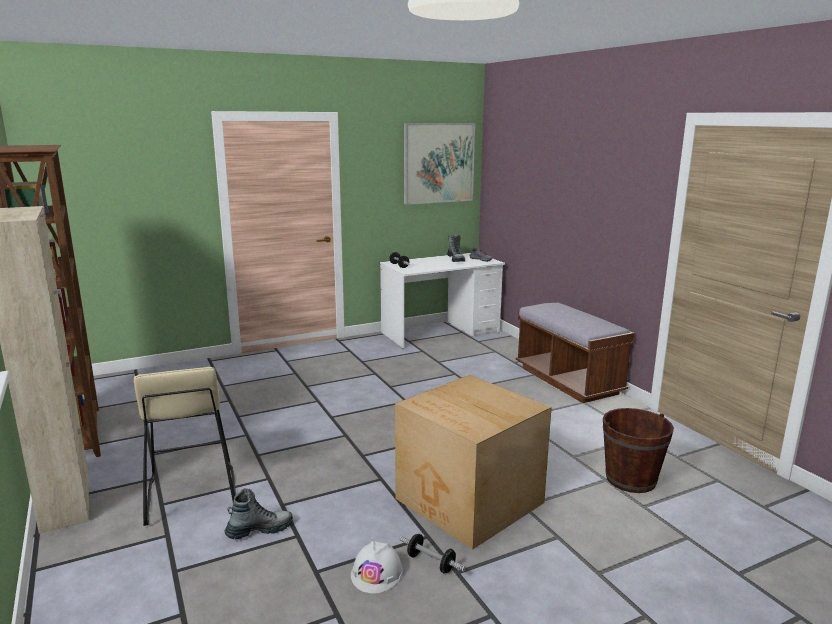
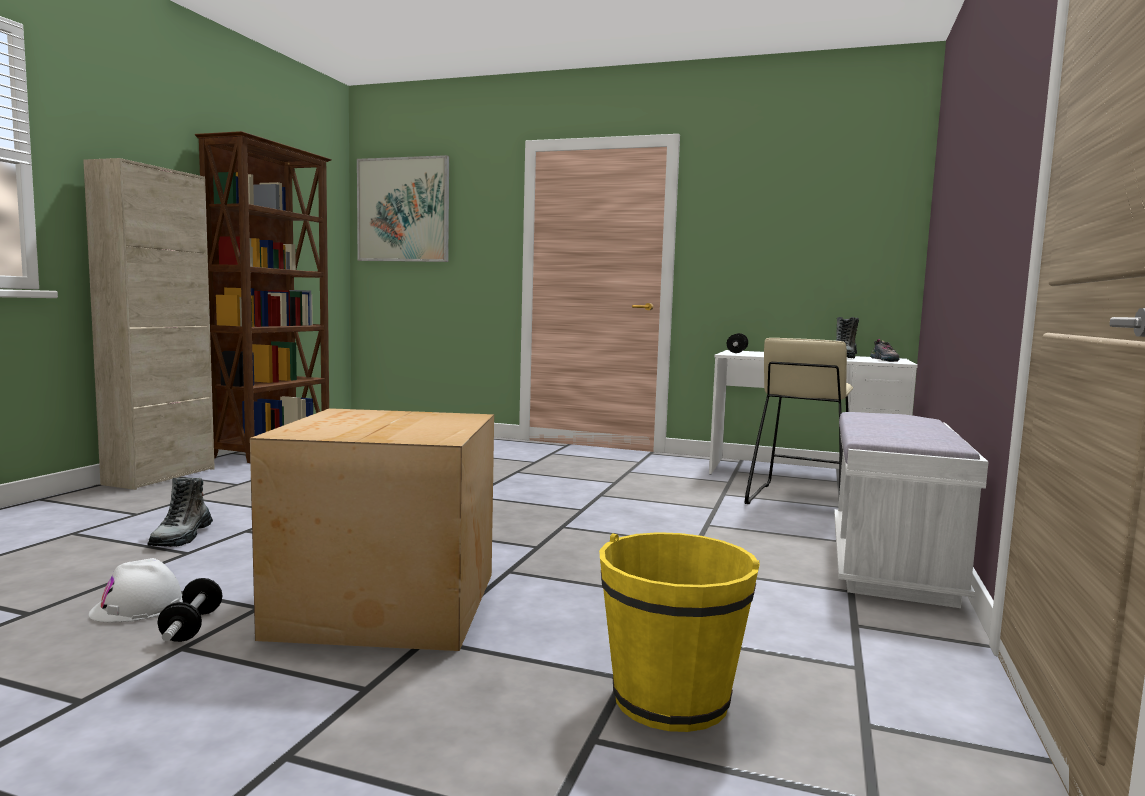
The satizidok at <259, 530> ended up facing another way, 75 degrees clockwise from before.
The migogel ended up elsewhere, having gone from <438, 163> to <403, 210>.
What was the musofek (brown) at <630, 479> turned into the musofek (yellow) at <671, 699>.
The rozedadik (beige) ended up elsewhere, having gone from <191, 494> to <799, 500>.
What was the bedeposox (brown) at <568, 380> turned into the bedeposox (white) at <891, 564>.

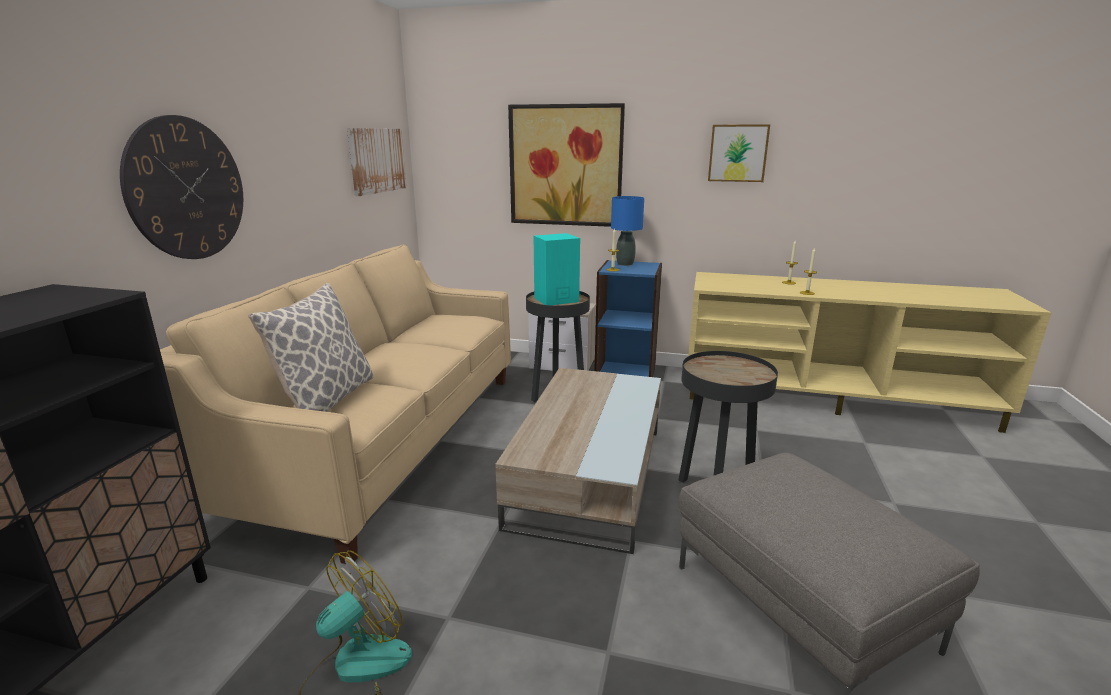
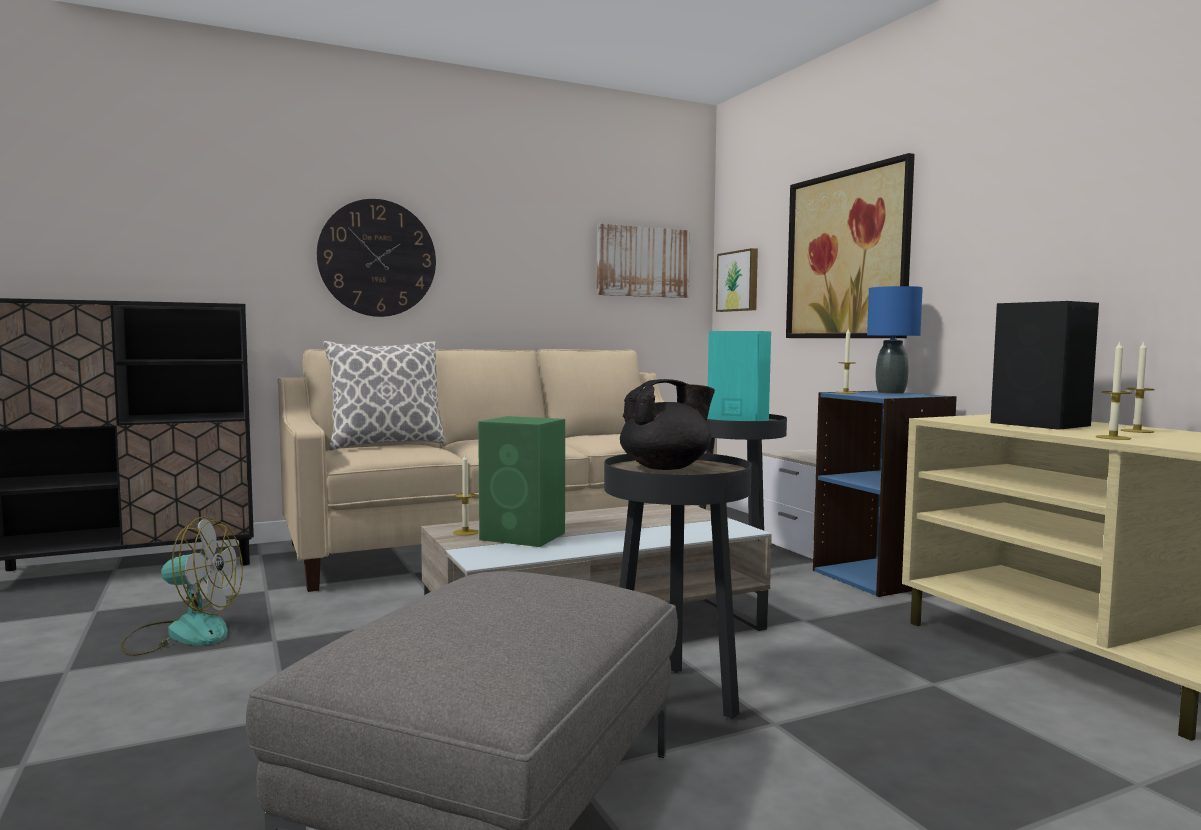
The second view gained the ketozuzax at <465, 532>.
The second view gained the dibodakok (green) at <524, 536>.
The second view gained the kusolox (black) at <666, 468>.
The migogel ended up elsewhere, having gone from <738, 153> to <739, 281>.
The second view gained the dibodakok (black) at <1042, 424>.

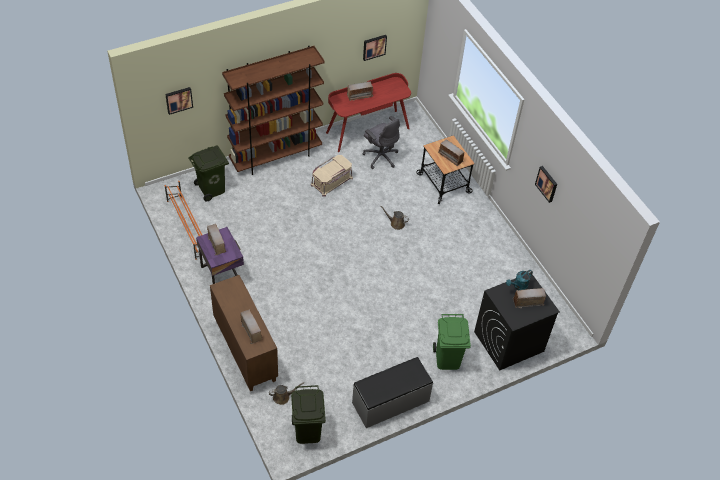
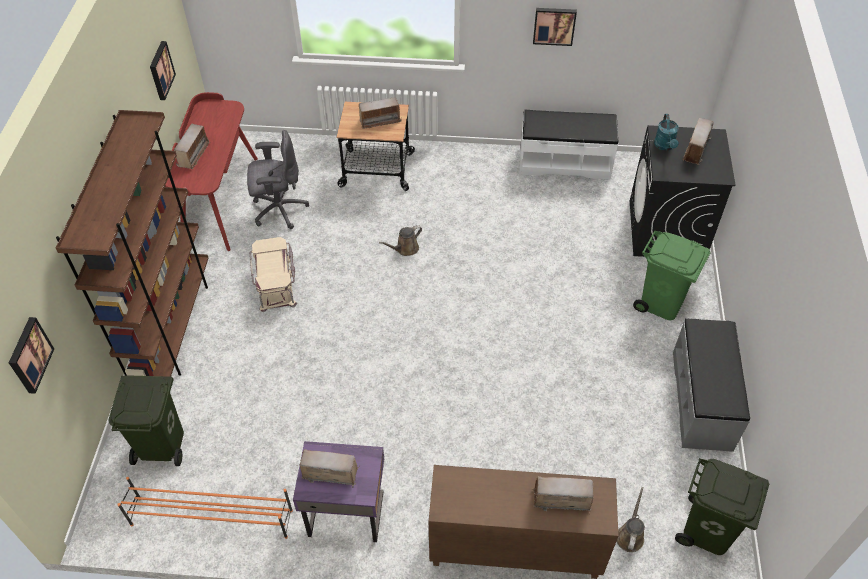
The second view gained the bedeposox (white) at <564, 162>.

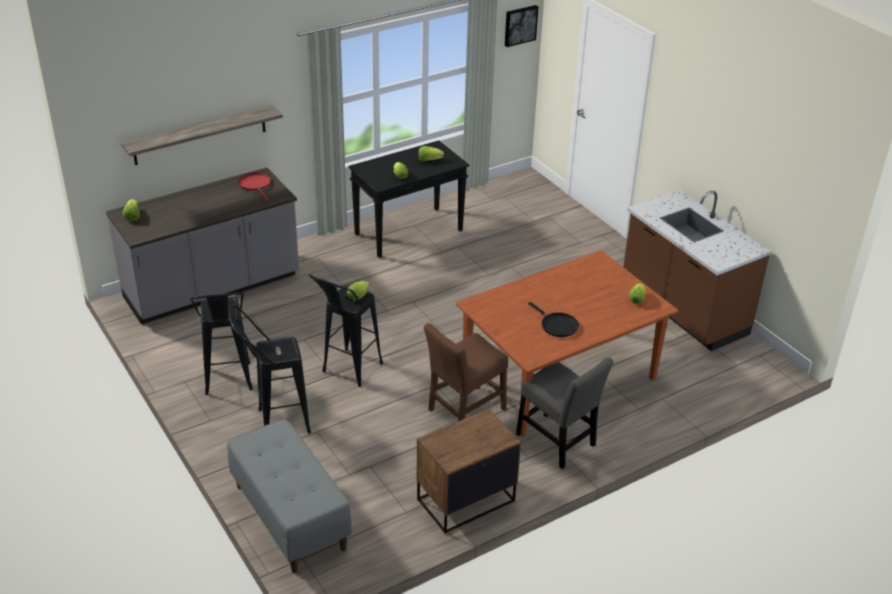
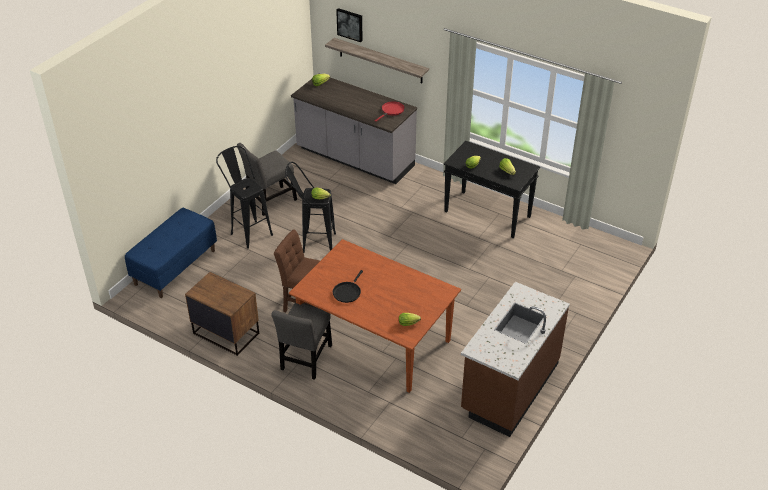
What was the bedeposox (grey) at <289, 516> turned into the bedeposox (blue) at <175, 267>.
Where the rozedadik (black) stood at <228, 385>, the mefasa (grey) came to stand at <270, 201>.
The migogel ended up elsewhere, having gone from <520, 25> to <350, 24>.

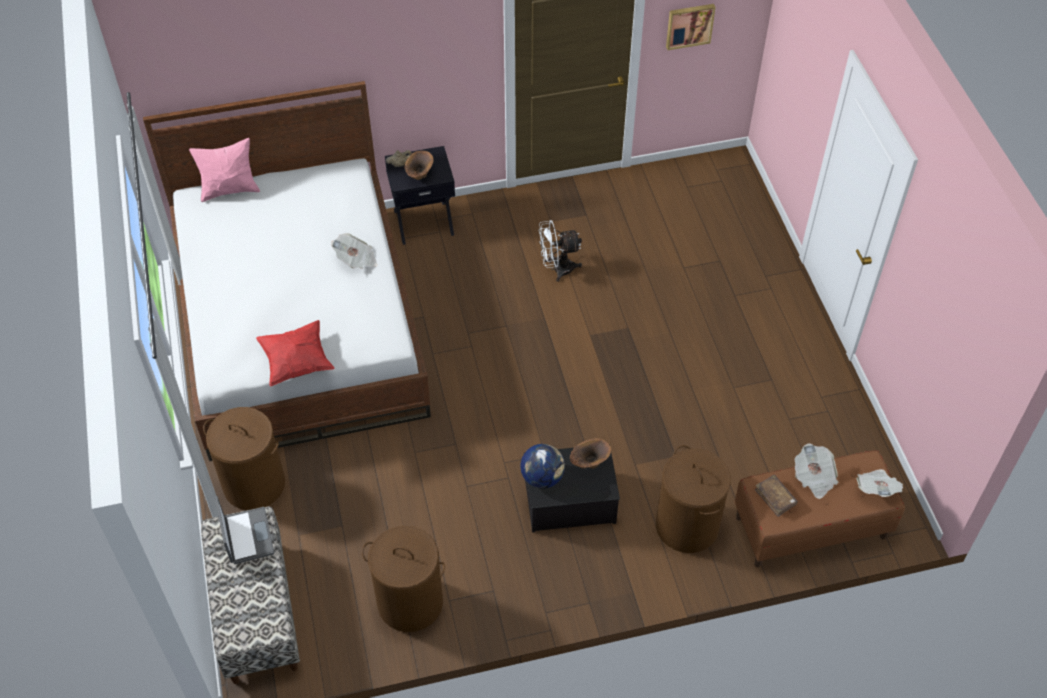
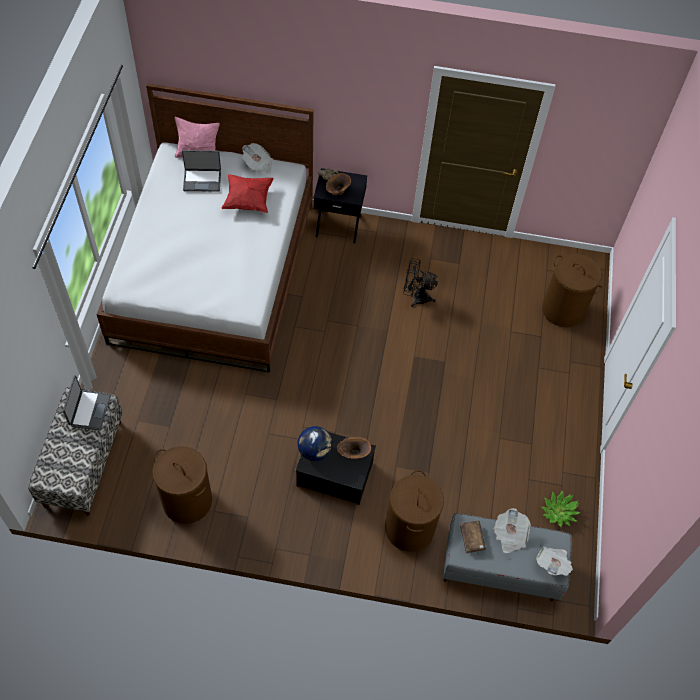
The second view gained the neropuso at <202, 180>.
The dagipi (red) ended up elsewhere, having gone from <297, 362> to <248, 200>.
The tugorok ended up elsewhere, having gone from <356, 260> to <258, 164>.
What was the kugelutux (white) at <557, 269> turned into the kugelutux (black) at <416, 297>.
What was the bedeposox (brown) at <810, 528> turned into the bedeposox (grey) at <500, 568>.
The second view gained the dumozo at <558, 512>.
The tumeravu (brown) ended up elsewhere, having gone from <254, 484> to <563, 309>.
The second view lost the migogel at <689, 25>.

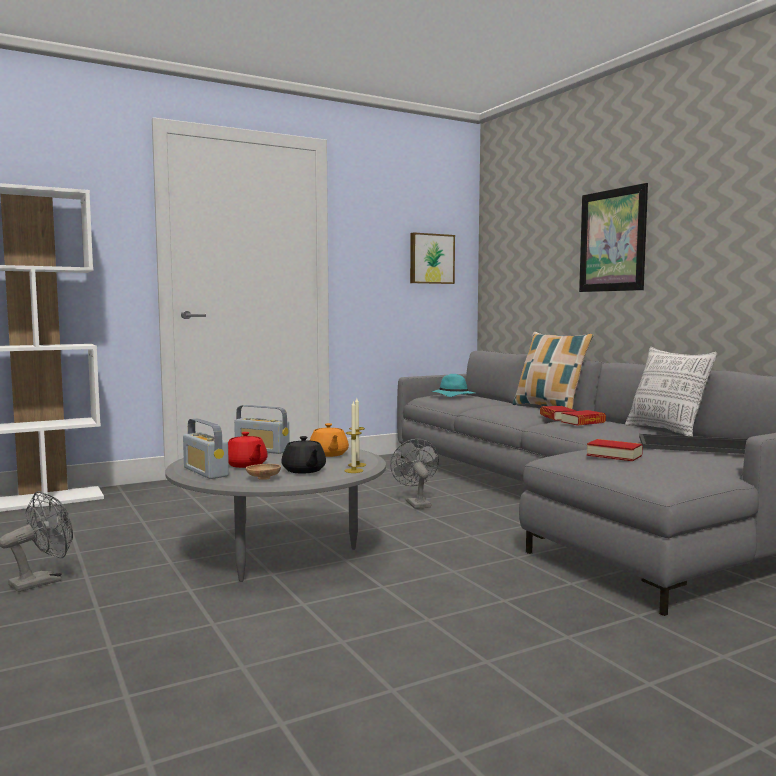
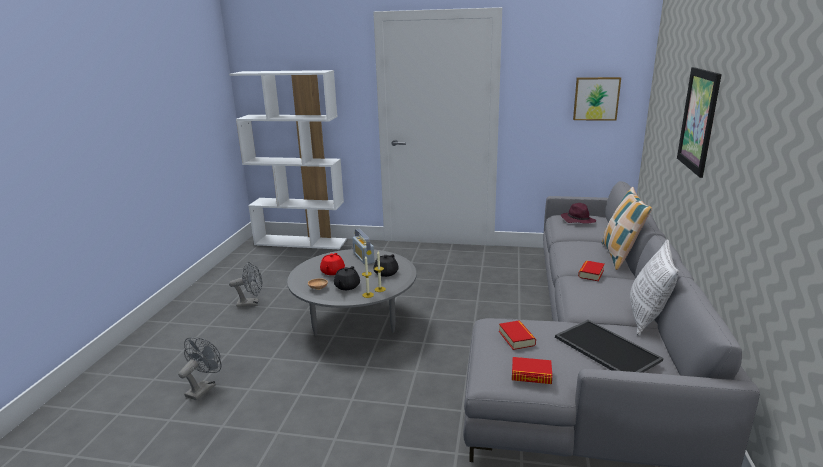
The kugelutux (grey) ended up elsewhere, having gone from <416, 503> to <204, 388>.
What was the kusolox (orange) at <328, 454> turned into the kusolox (black) at <385, 273>.
The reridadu ended up elsewhere, having gone from <583, 422> to <531, 375>.
What was the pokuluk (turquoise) at <452, 396> turned into the pokuluk (purple) at <577, 220>.
The second view lost the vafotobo at <205, 472>.

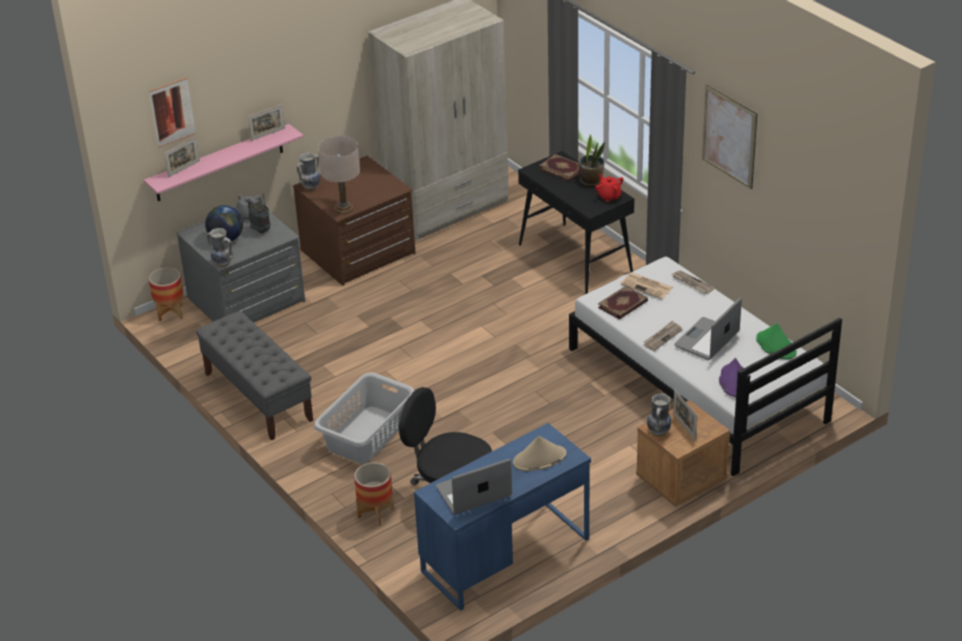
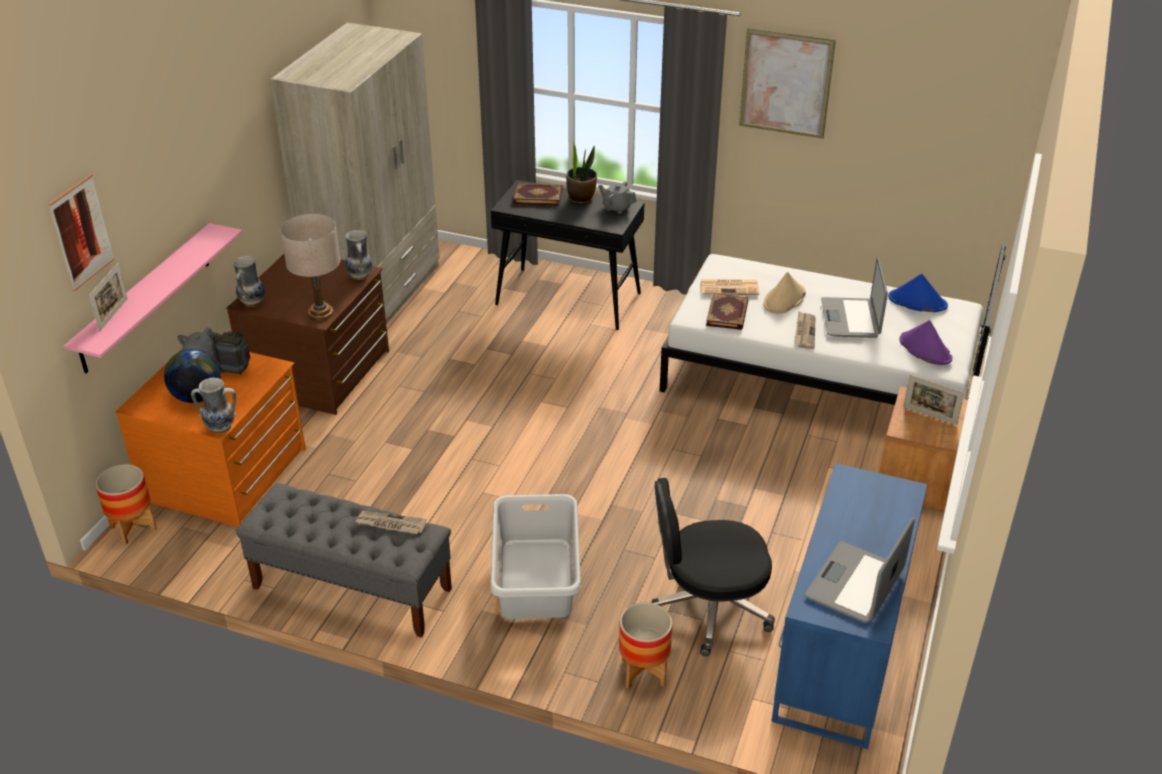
What was the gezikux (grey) at <247, 300> turned into the gezikux (orange) at <227, 475>.
The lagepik ended up elsewhere, having gone from <659, 431> to <360, 275>.
The tugorok ended up elsewhere, having gone from <692, 283> to <390, 524>.
What was the kusolox (red) at <609, 196> turned into the kusolox (grey) at <617, 207>.
The pokuluk (beige) ended up elsewhere, having gone from <539, 459> to <784, 299>.
What was the pokuluk (green) at <775, 346> turned into the pokuluk (blue) at <917, 301>.
The second view lost the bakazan at <267, 134>.

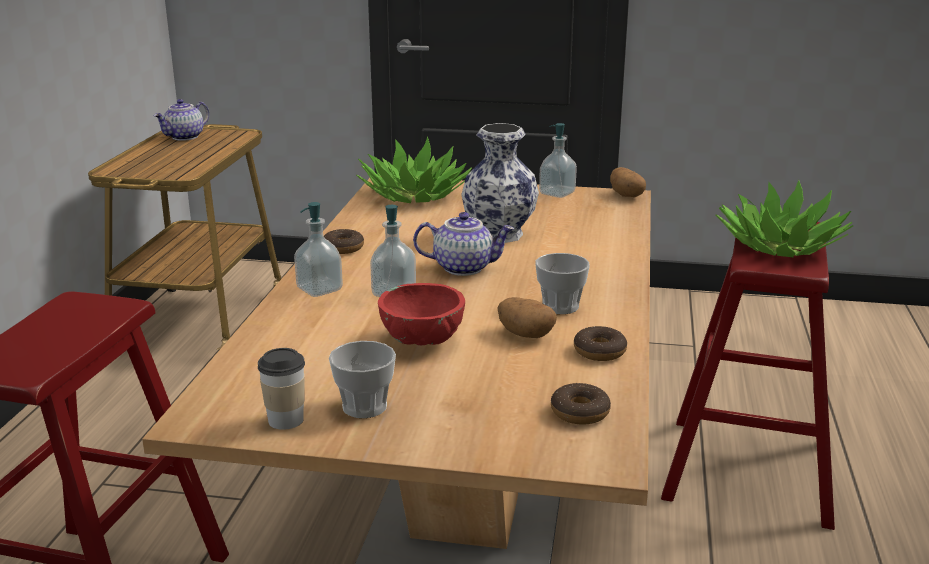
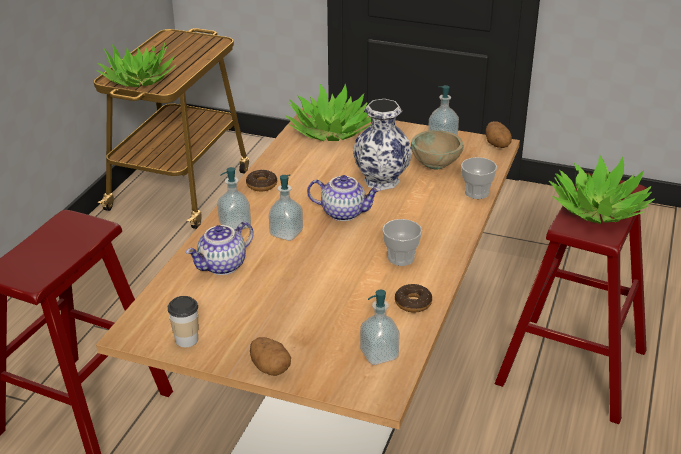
The second view gained the dumozo at <138, 79>.
The kusolox ended up elsewhere, having gone from <185, 137> to <223, 266>.
The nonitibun ended up elsewhere, having gone from <525, 334> to <270, 367>.
Where the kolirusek stood at <580, 412>, the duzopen came to stand at <379, 354>.
The second view gained the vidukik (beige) at <436, 165>.
The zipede ended up elsewhere, having gone from <364, 407> to <476, 193>.
The second view lost the vidukik (red) at <423, 341>.

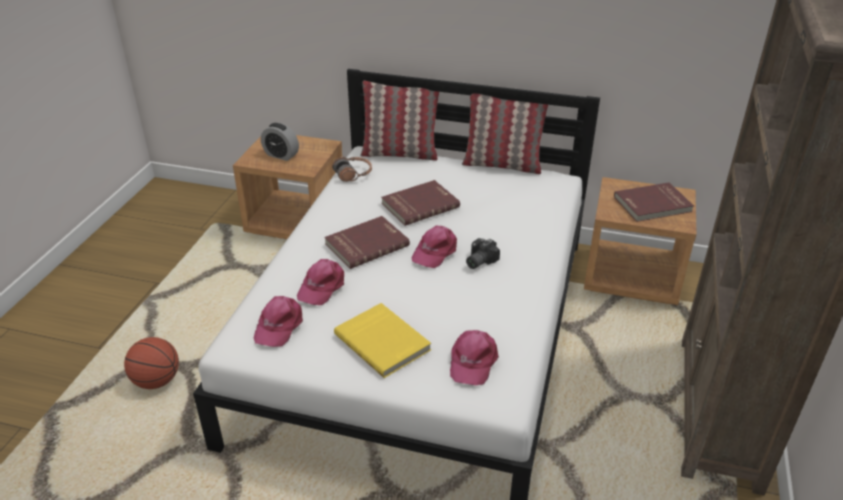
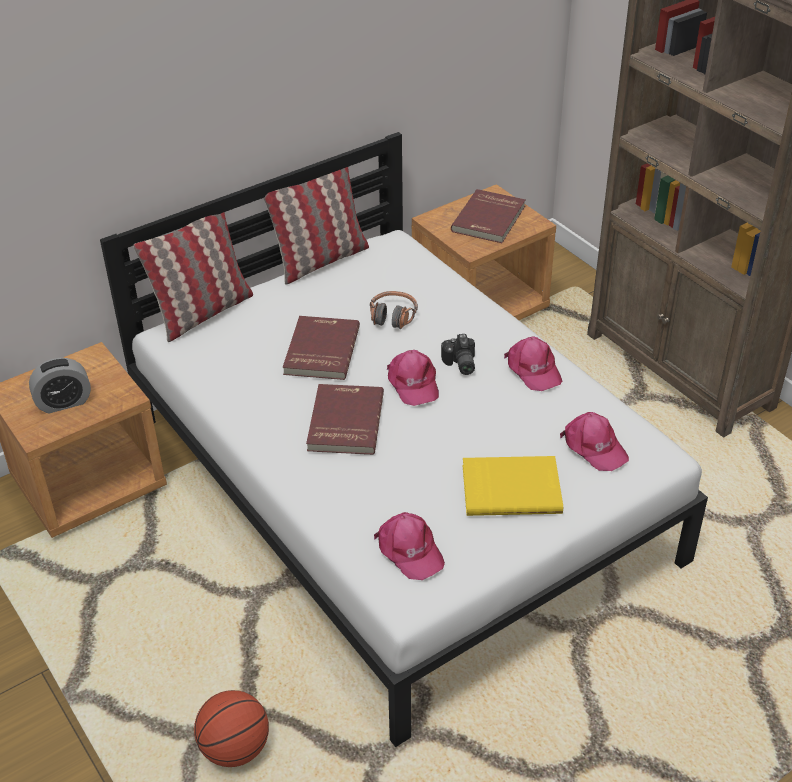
The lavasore ended up elsewhere, having gone from <353, 174> to <393, 316>.
The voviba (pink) ended up elsewhere, having gone from <321, 287> to <533, 369>.

